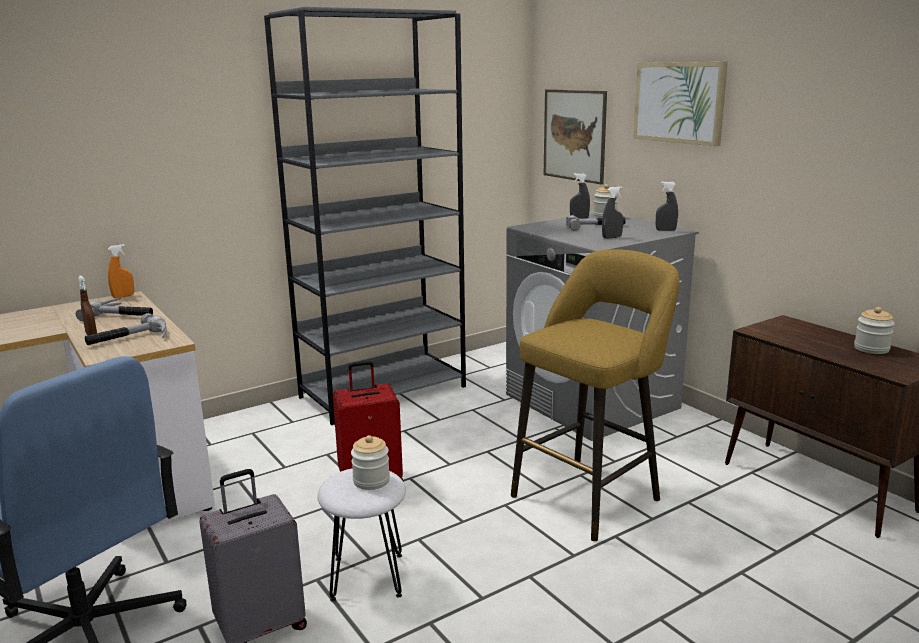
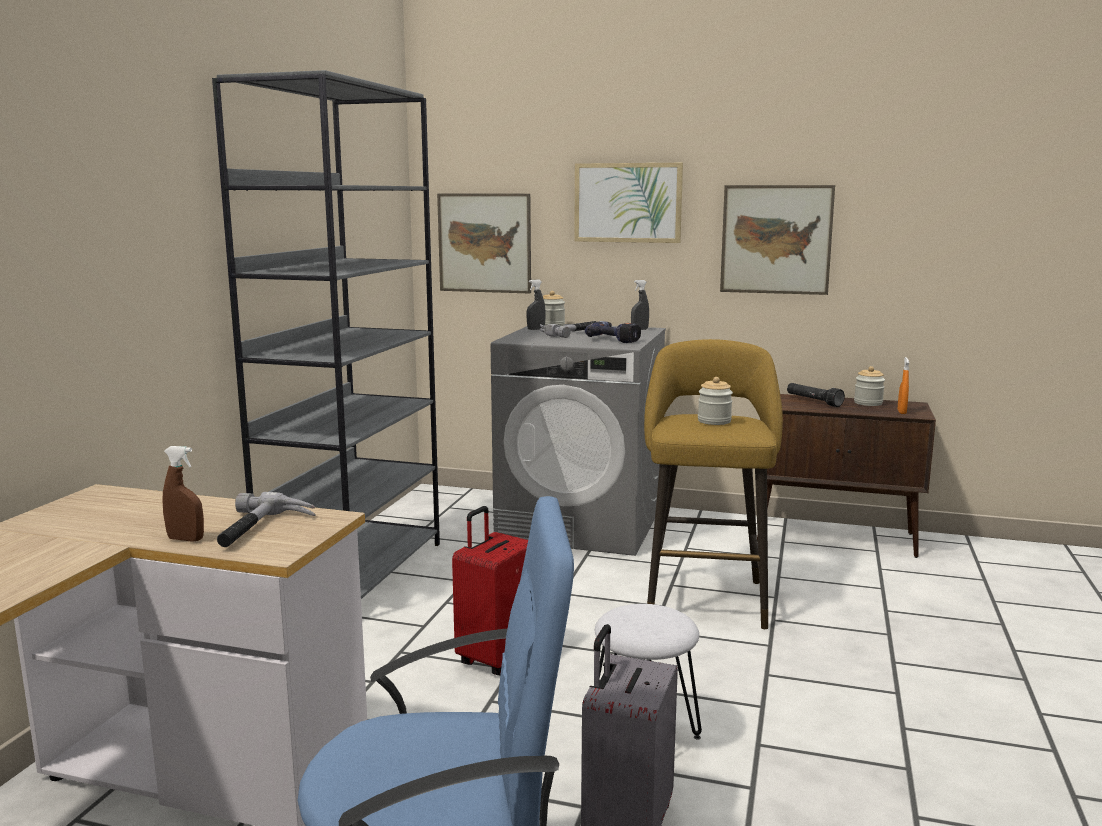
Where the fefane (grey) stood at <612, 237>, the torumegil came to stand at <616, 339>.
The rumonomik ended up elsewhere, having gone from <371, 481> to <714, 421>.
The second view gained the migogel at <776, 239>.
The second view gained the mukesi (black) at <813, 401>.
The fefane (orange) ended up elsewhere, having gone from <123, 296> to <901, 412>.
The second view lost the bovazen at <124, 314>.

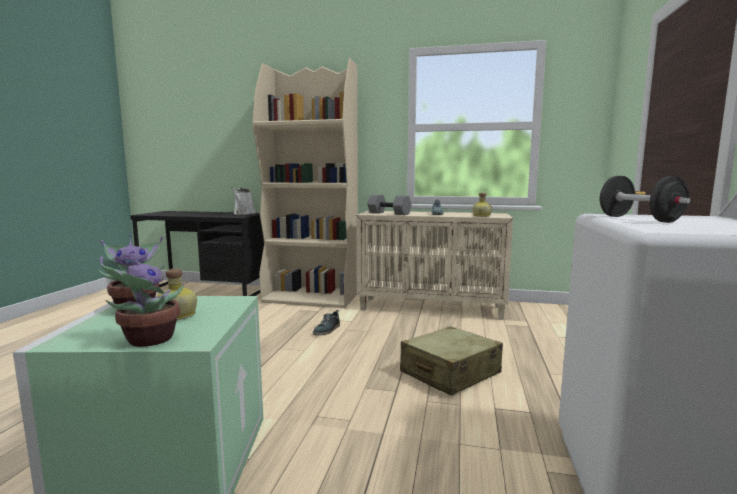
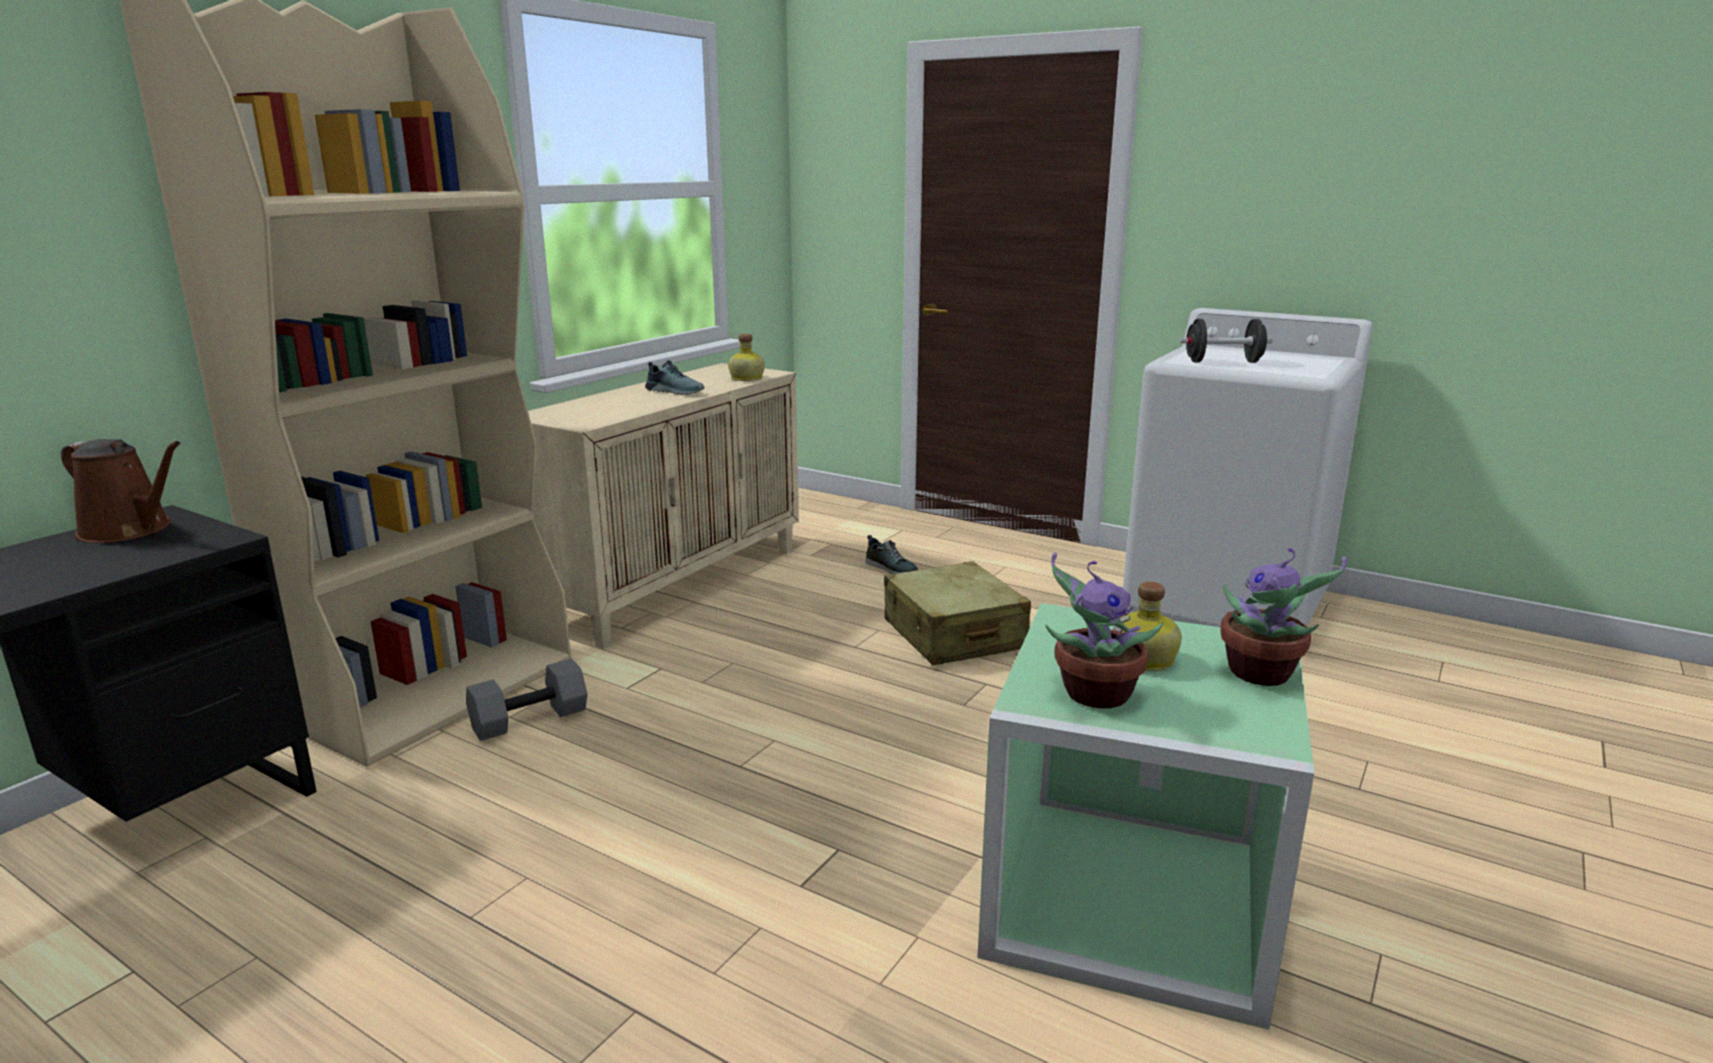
What was the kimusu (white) at <243, 213> turned into the kimusu (brown) at <131, 530>.
The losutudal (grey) ended up elsewhere, having gone from <389, 213> to <530, 718>.
The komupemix ended up elsewhere, having gone from <327, 330> to <892, 569>.

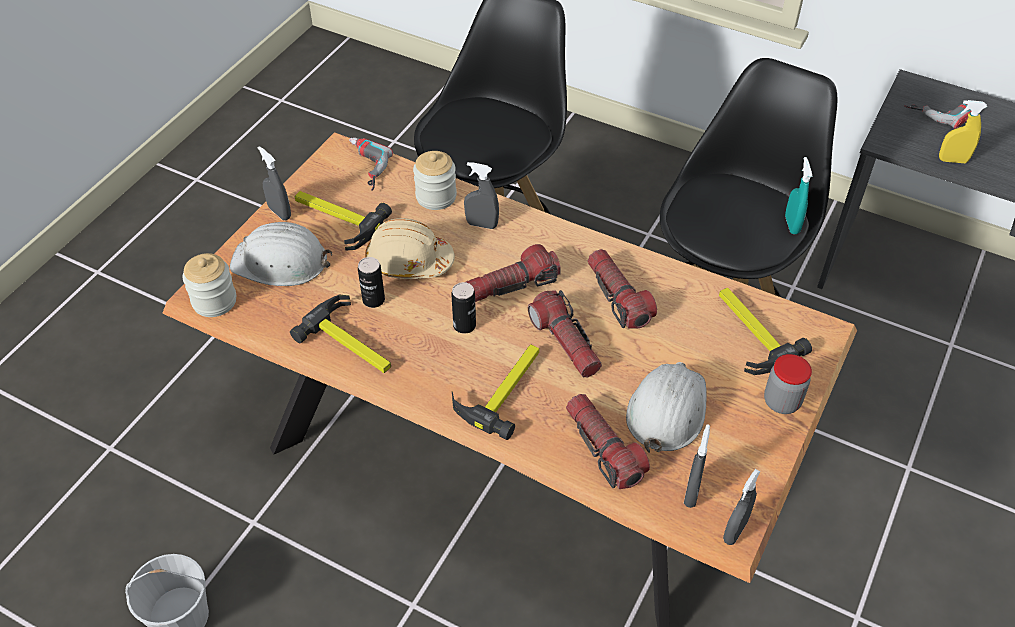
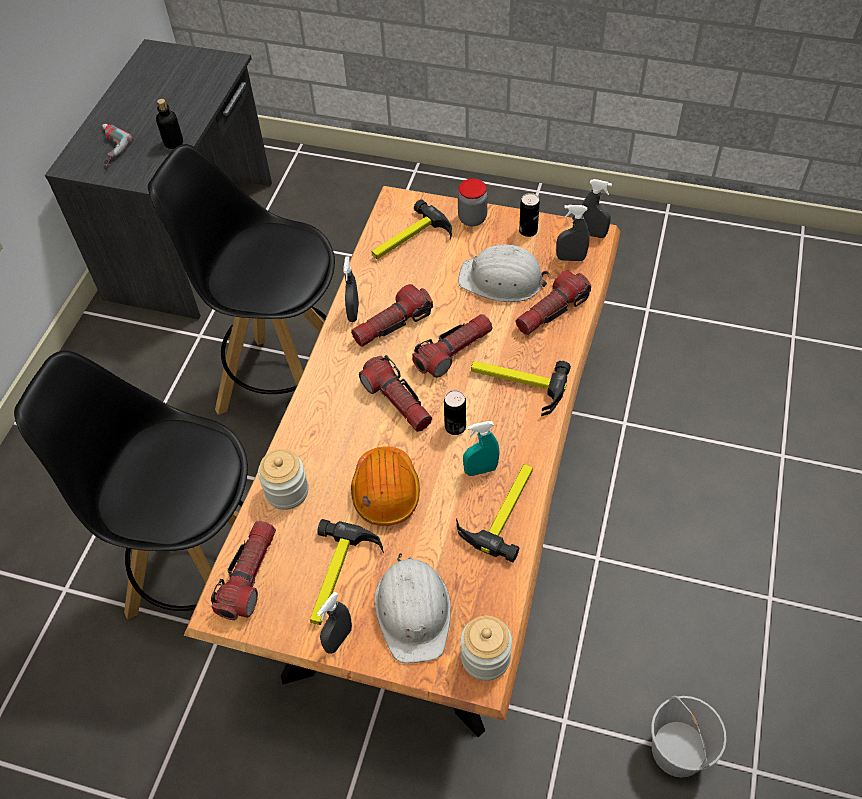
Where the fefane (yellow) stood at <952, 160>, the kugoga came to stand at <173, 143>.
Where the torumegil stood at <362, 167>, the mukesi came to stand at <249, 576>.
The fefane (grey) ended up elsewhere, having gone from <481, 224> to <353, 312>.
What was the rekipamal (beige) at <408, 261> turned into the rekipamal (orange) at <386, 491>.
The fefane (turquoise) ended up elsewhere, having gone from <791, 225> to <480, 470>.
The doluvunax ended up elsewhere, having gone from <373, 300> to <528, 231>.

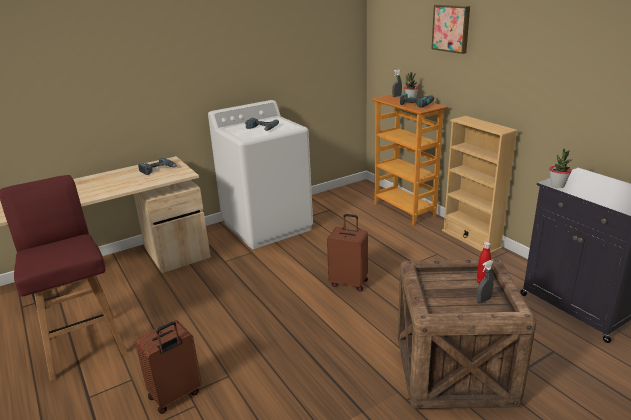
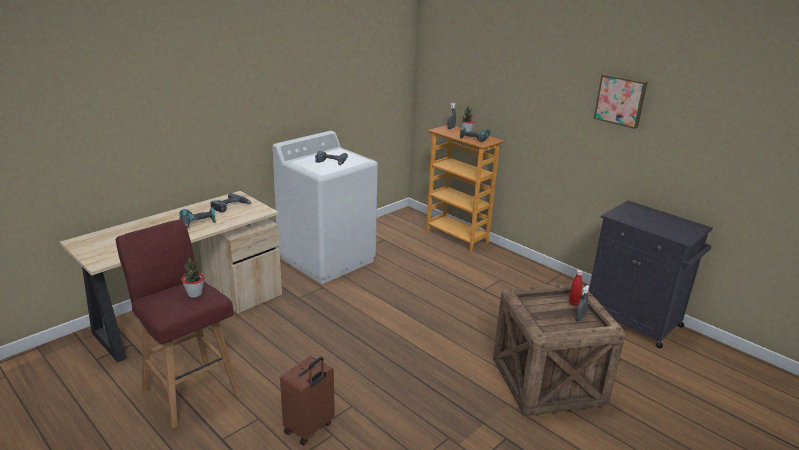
The second view gained the torumegil at <198, 223>.
The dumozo ended up elsewhere, having gone from <557, 185> to <195, 294>.
The migogel ended up elsewhere, having gone from <451, 28> to <620, 100>.
The second view lost the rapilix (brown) at <349, 282>.
The second view lost the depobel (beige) at <471, 239>.

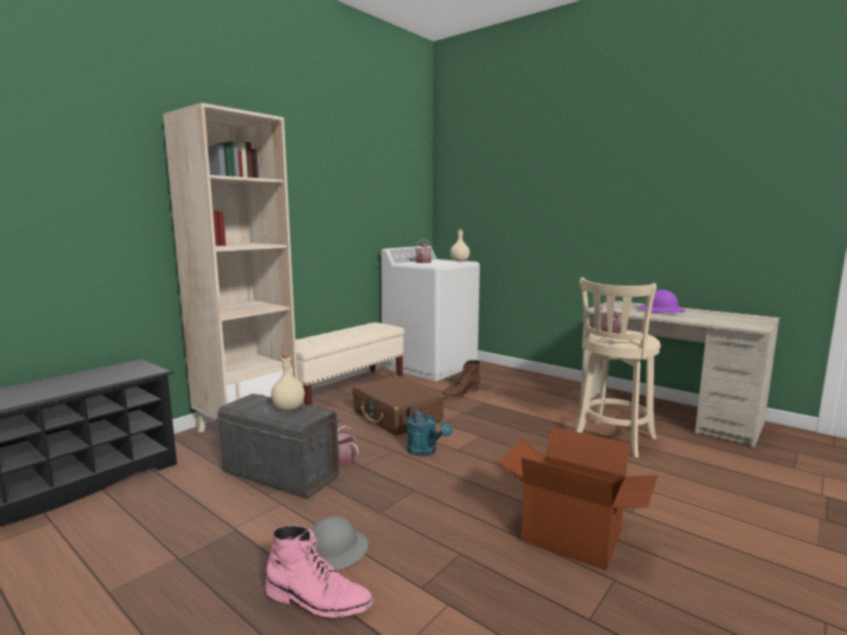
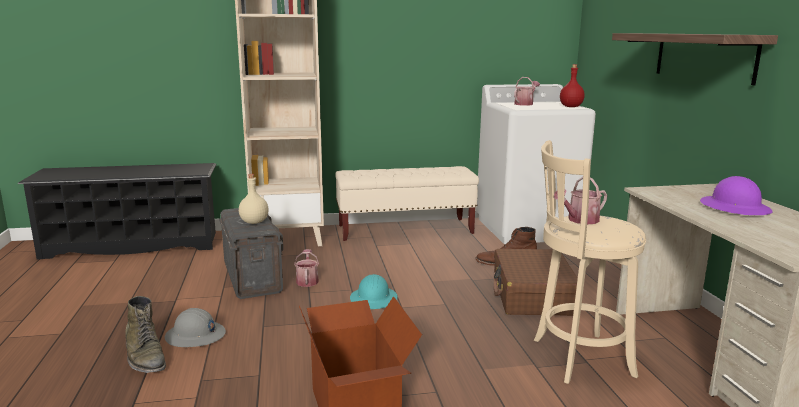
What was the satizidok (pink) at <318, 600> turned into the satizidok (green) at <145, 357>.
Where the kimusu (turquoise) stood at <425, 451>, the rekipamal (turquoise) came to stand at <374, 299>.
The rapilix (brown) ended up elsewhere, having gone from <397, 416> to <533, 295>.
What was the kugoga (beige) at <460, 261> turned into the kugoga (red) at <571, 107>.
The second view gained the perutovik at <704, 56>.

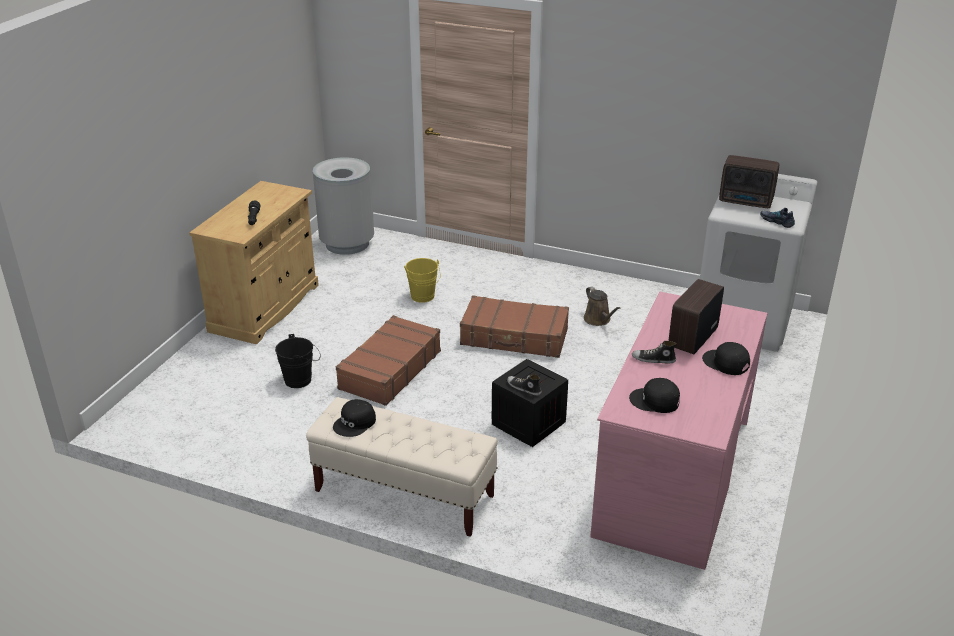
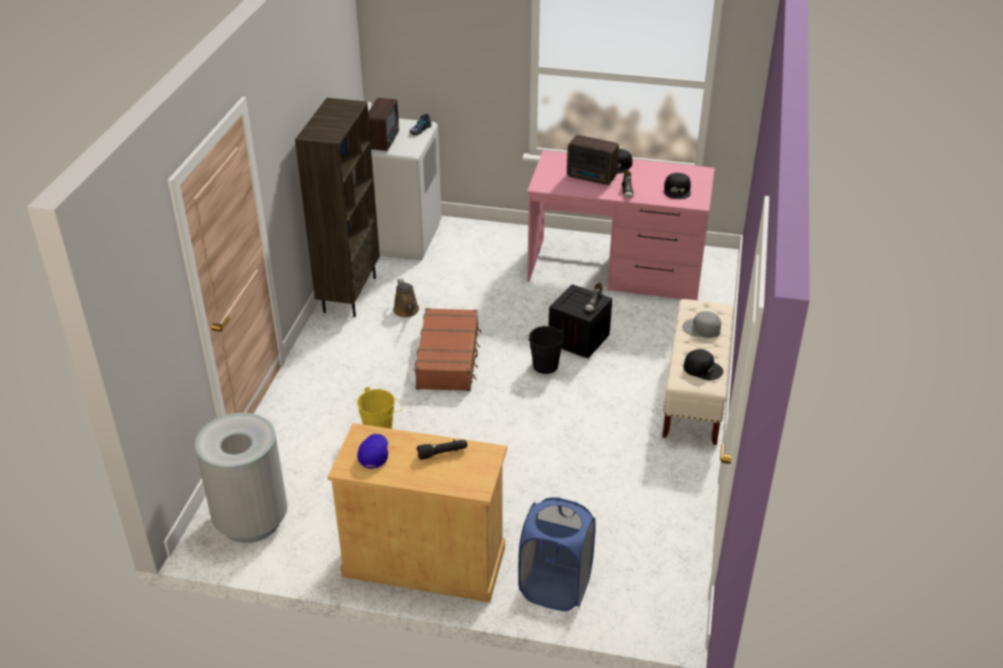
The second view gained the depobel (brown) at <349, 294>.
The second view gained the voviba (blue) at <374, 454>.
The kimusu (brown) at <598, 320> ended up facing another way, 105 degrees clockwise from before.
The second view gained the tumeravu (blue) at <555, 587>.
The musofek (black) ended up elsewhere, having gone from <301, 379> to <544, 364>.
The second view gained the voviba (grey) at <702, 329>.
The second view lost the rapilix (brown) at <389, 370>.

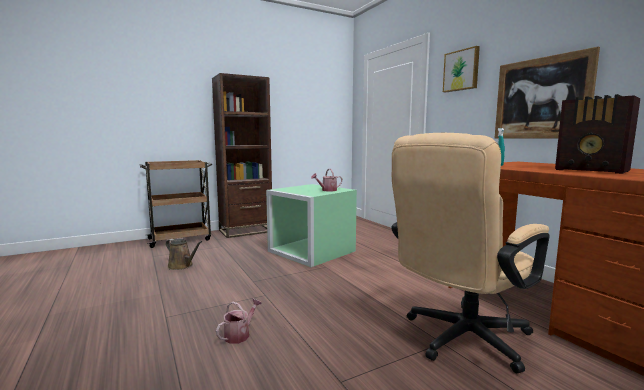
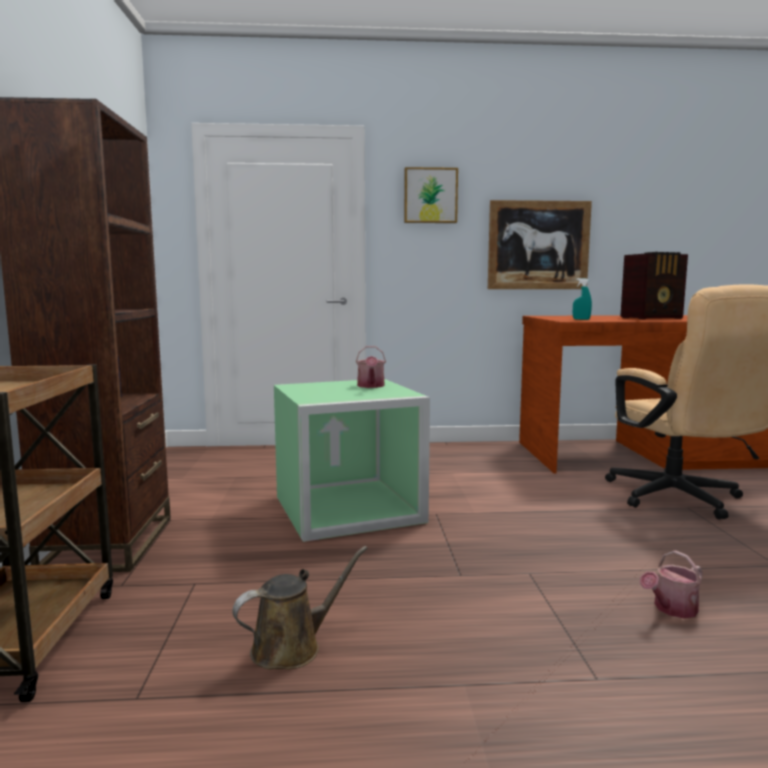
The kimusu at <240, 334> ended up facing another way, 90 degrees counterclockwise from before.

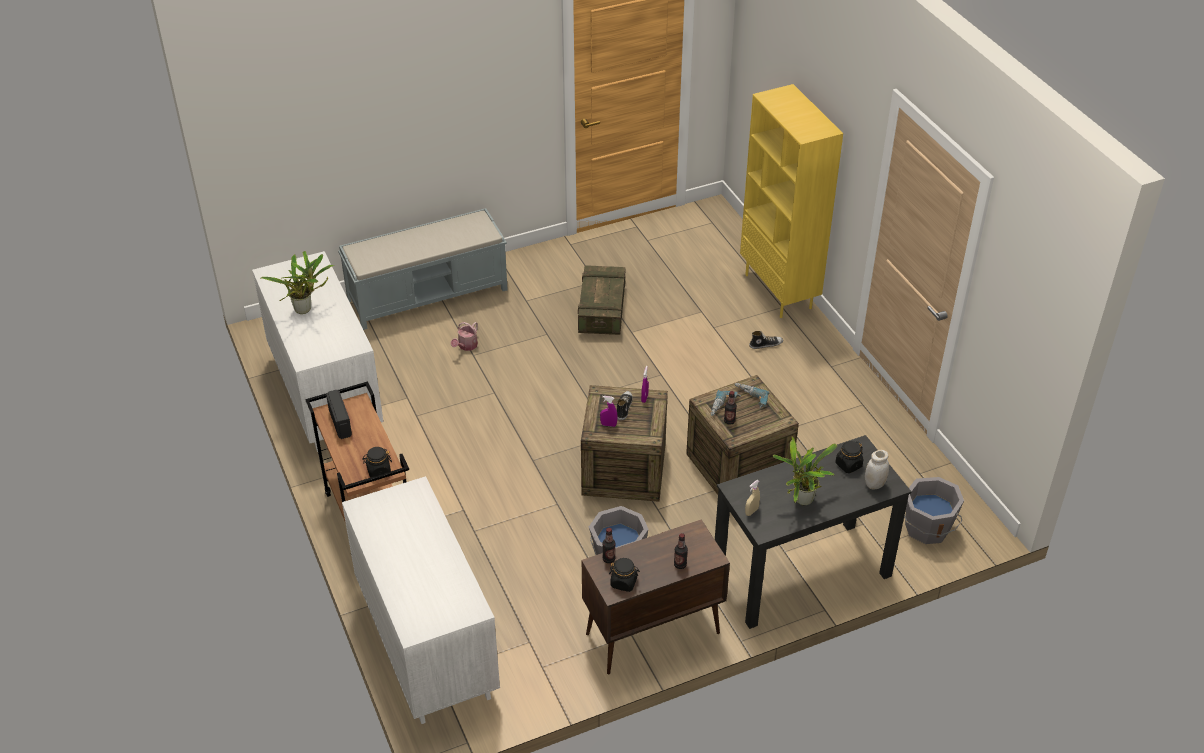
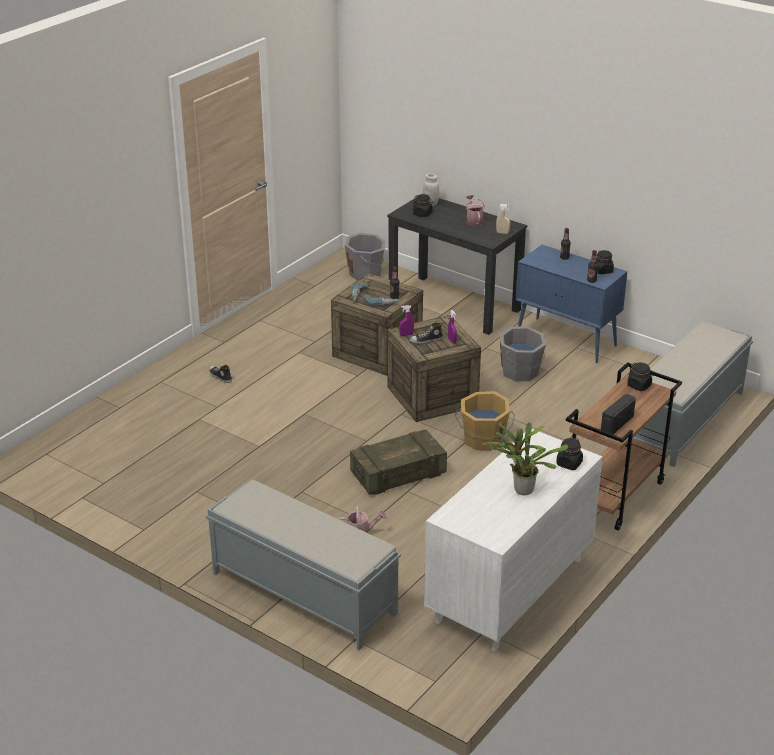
The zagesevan ended up elsewhere, having gone from <601, 311> to <398, 474>.
The second view gained the musofek (orange) at <483, 440>.
Where the dumozo stood at <801, 501>, the kimusu came to stand at <473, 220>.
What was the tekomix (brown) at <651, 634> turned into the tekomix (blue) at <567, 340>.
The second view gained the rumonomik (black) at <569, 464>.
Where the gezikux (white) stood at <426, 644>, the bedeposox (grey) came to stand at <684, 420>.
The second view lost the depobel (yellow) at <779, 291>.

